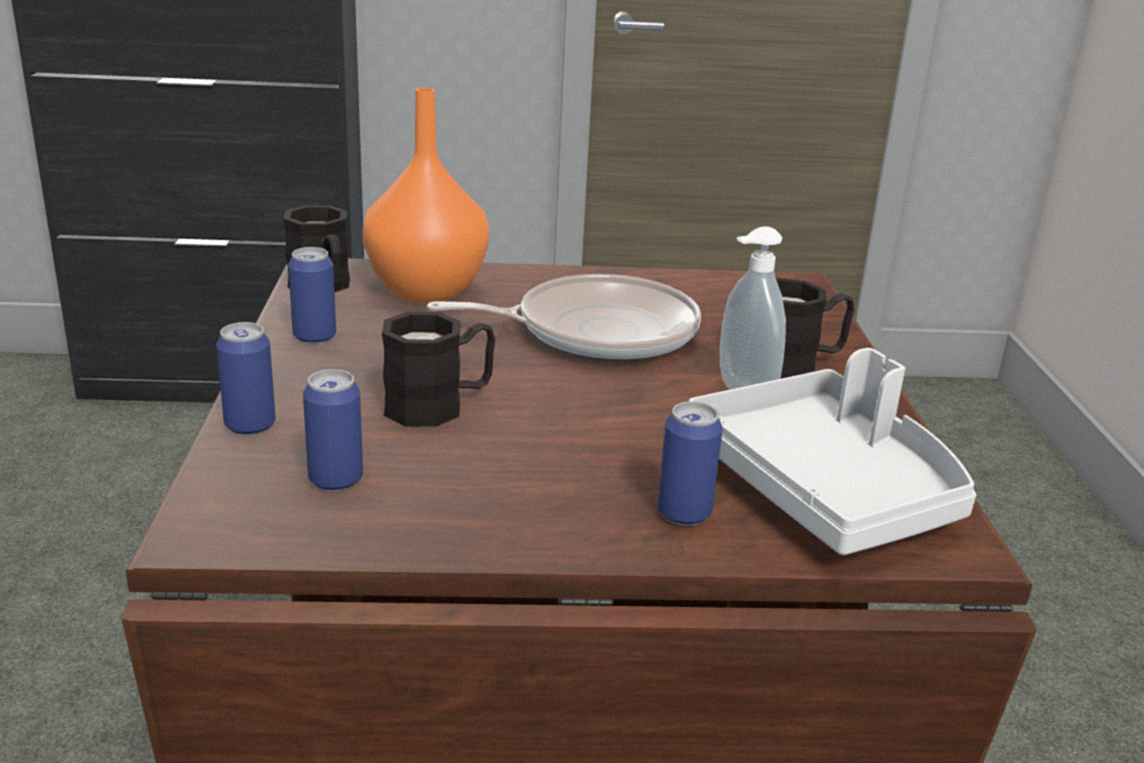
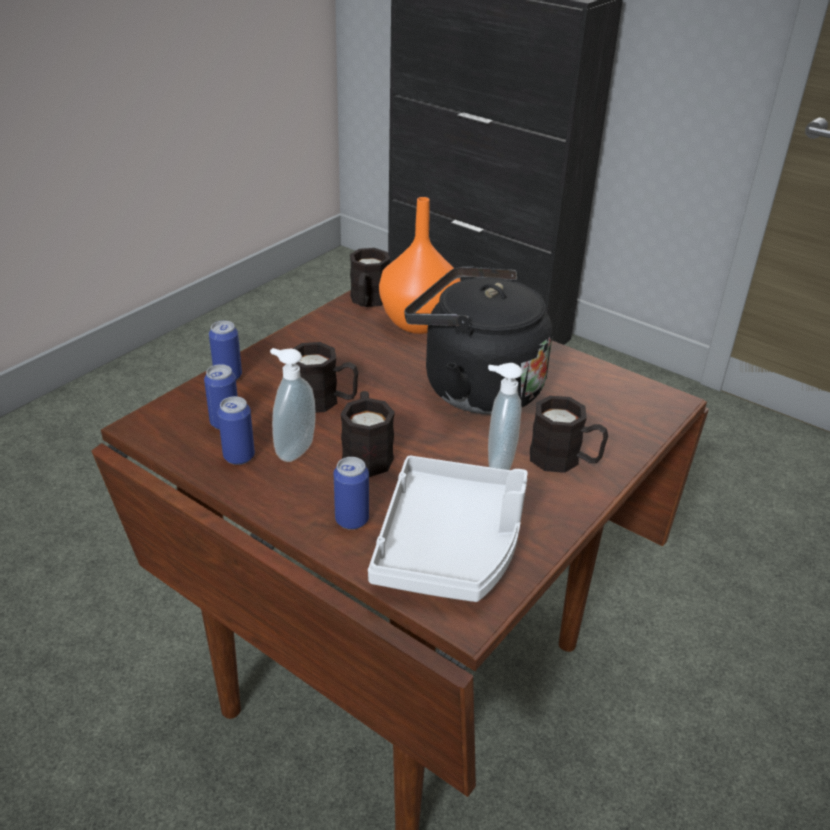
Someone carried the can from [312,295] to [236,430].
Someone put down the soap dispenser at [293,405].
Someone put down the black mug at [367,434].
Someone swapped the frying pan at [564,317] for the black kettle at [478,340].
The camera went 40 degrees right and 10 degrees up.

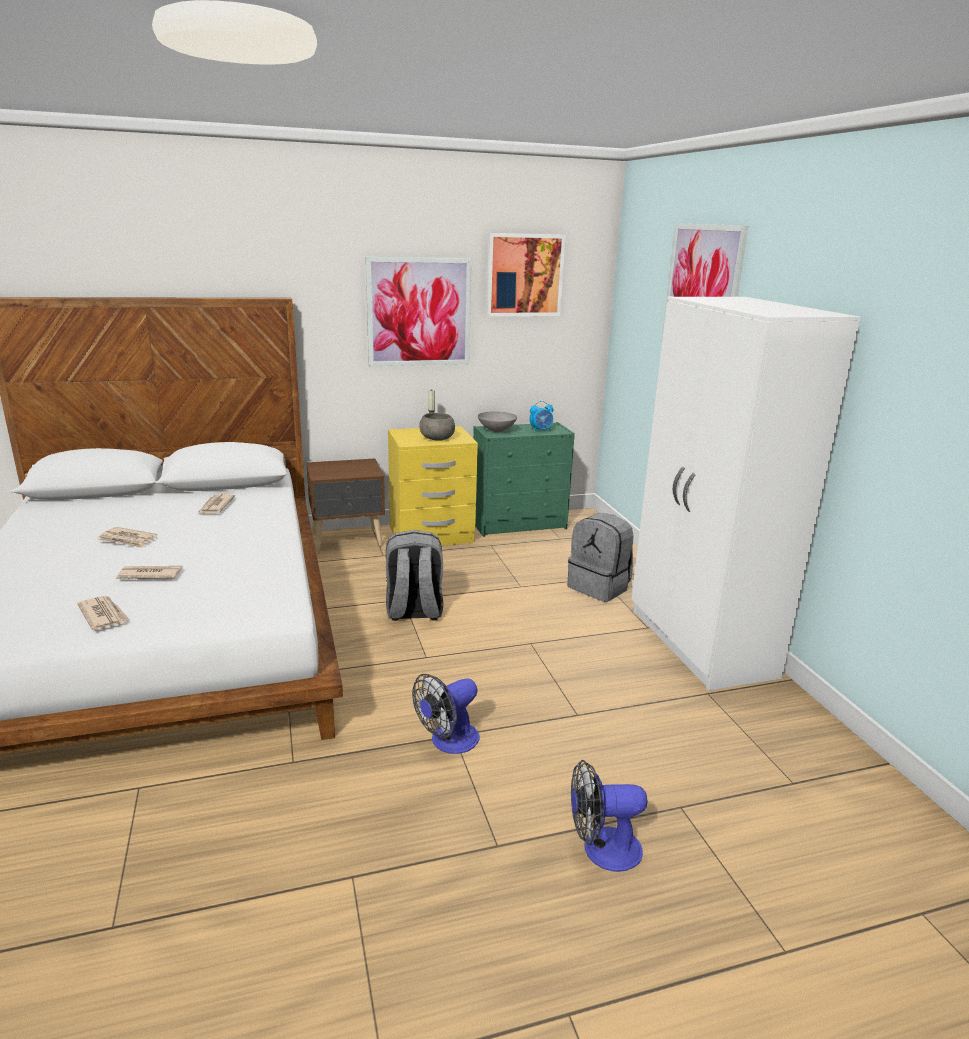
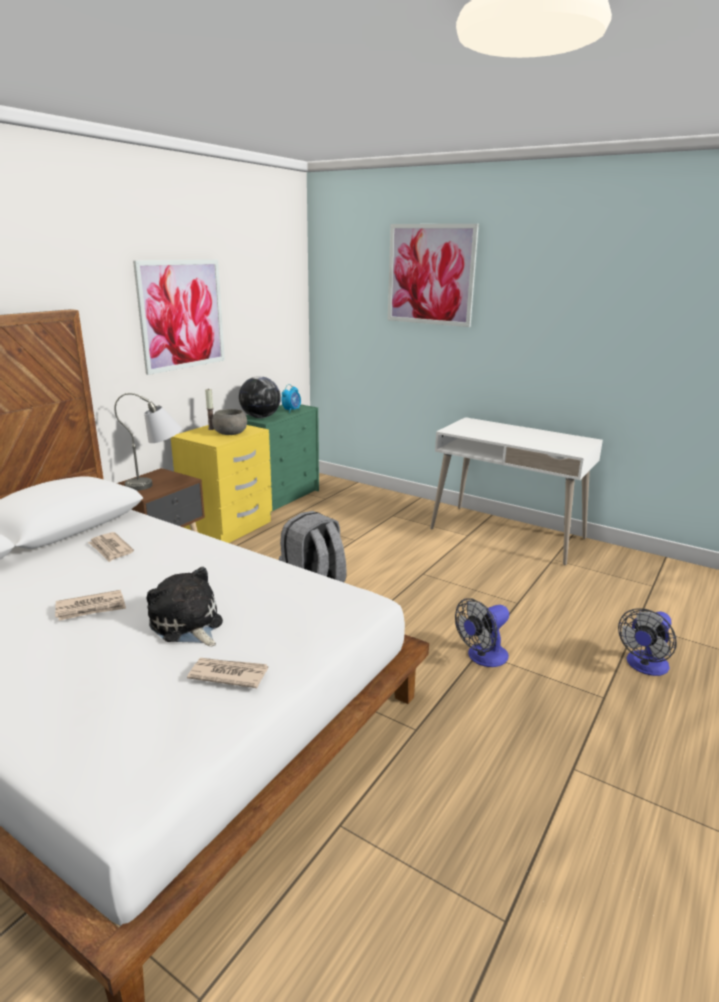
Someone put down the grey table lamp at [148,442].
Someone swapped the newspaper at [149,572] for the plush toy at [185,606].
Someone swapped the grey bowl at [497,421] for the globe at [260,397].
Someone swapped the white wardrobe at [746,494] for the white desk at [516,491].
Someone rotated the fan at [446,714] by 45 degrees clockwise.
Someone took away the picture at [526,275].
Someone took away the grey backpack at [601,557].
The camera went 40 degrees left and 0 degrees up.

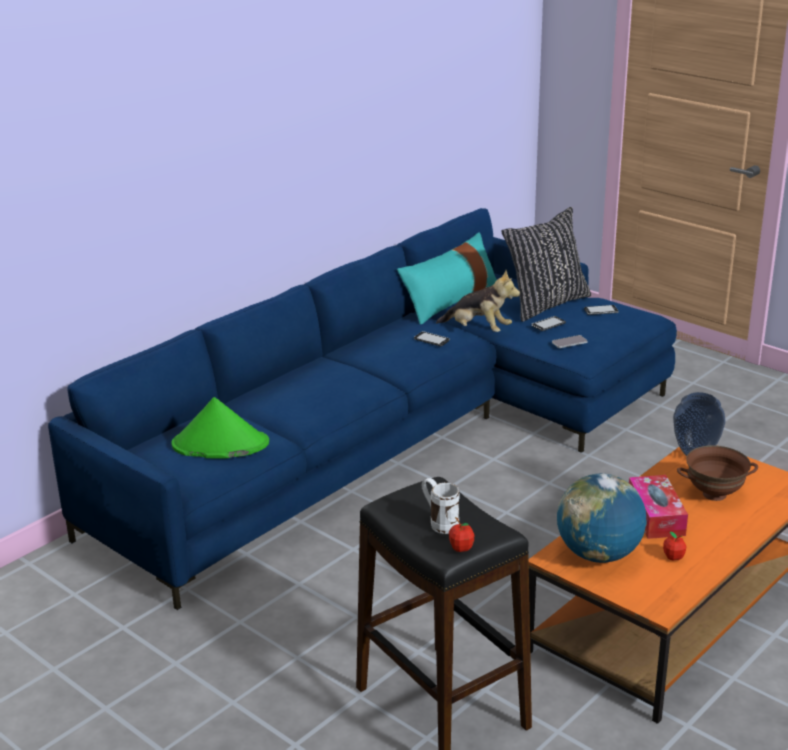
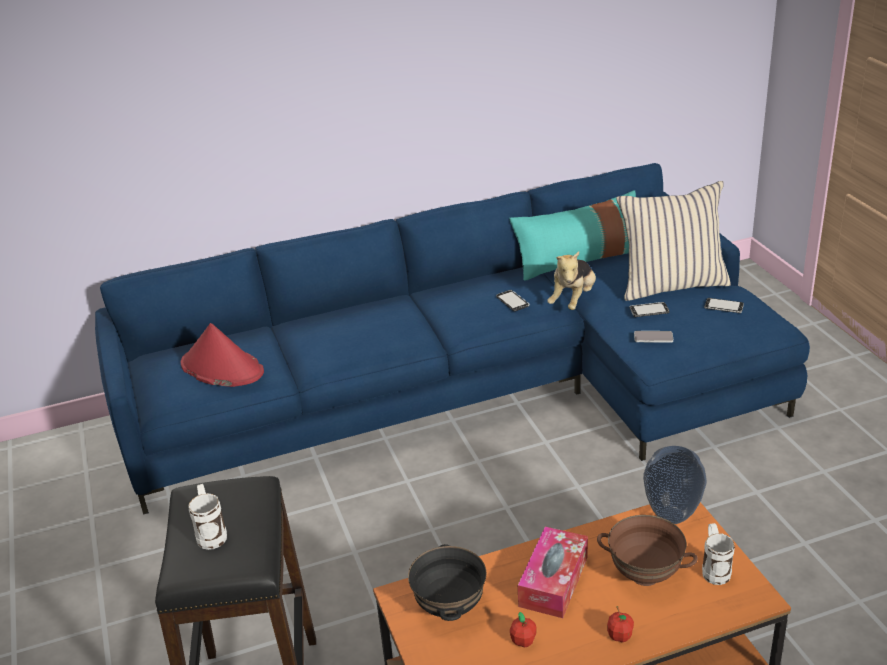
Someone repainted the green hat at [220,428], which became the red hat at [222,355].
Someone swapped the globe at [601,518] for the black bowl at [447,582].
Someone rotated the plush toy at [478,301] by 60 degrees clockwise.
Someone carried the apple from [461,534] to [620,624].
Someone repainted the black pillow at [546,264], which became the beige pillow at [673,241].
Someone put down the white mug at [718,554].
The camera went 30 degrees right and 5 degrees up.

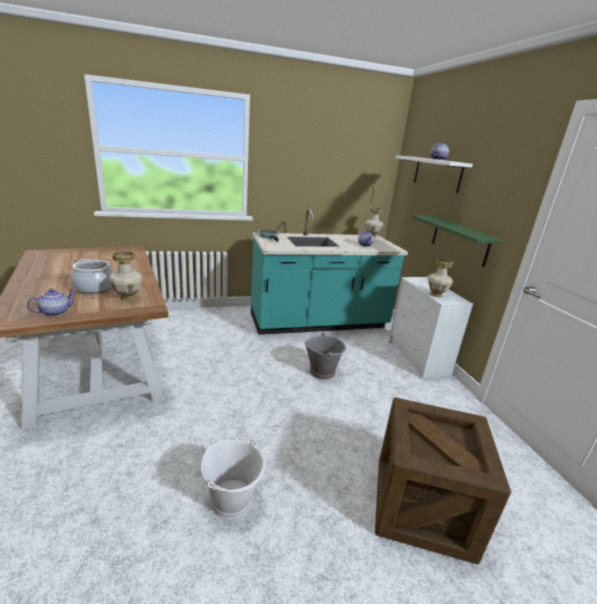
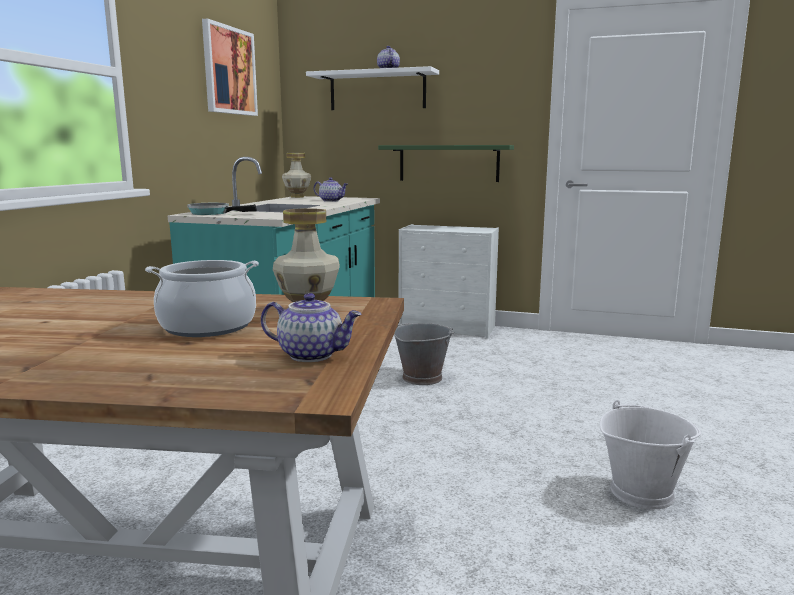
Someone put up the picture at [230,67].
Someone rotated the teapot at [51,302] by 120 degrees clockwise.
Someone took away the crate at [443,480].
Someone took away the vase at [440,277].
The camera went 55 degrees left and 10 degrees down.

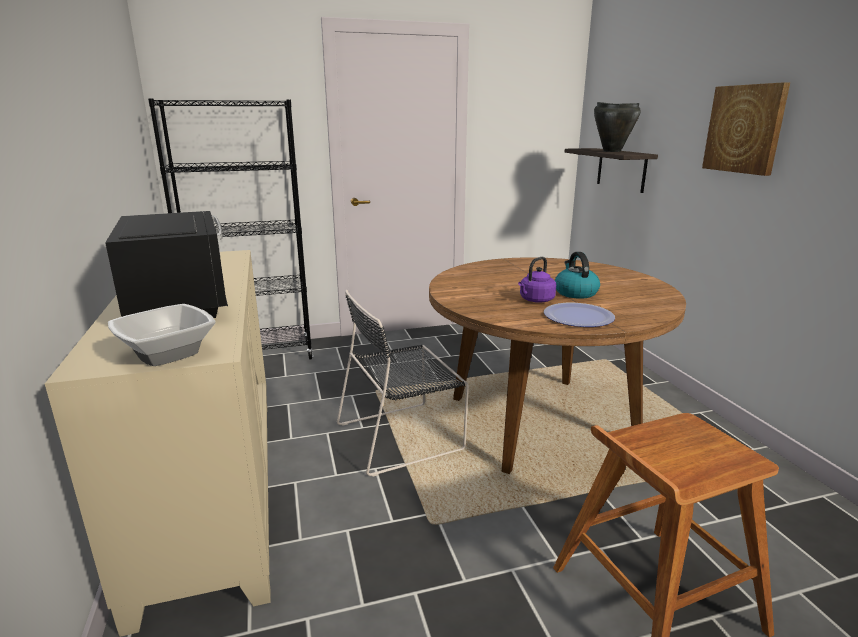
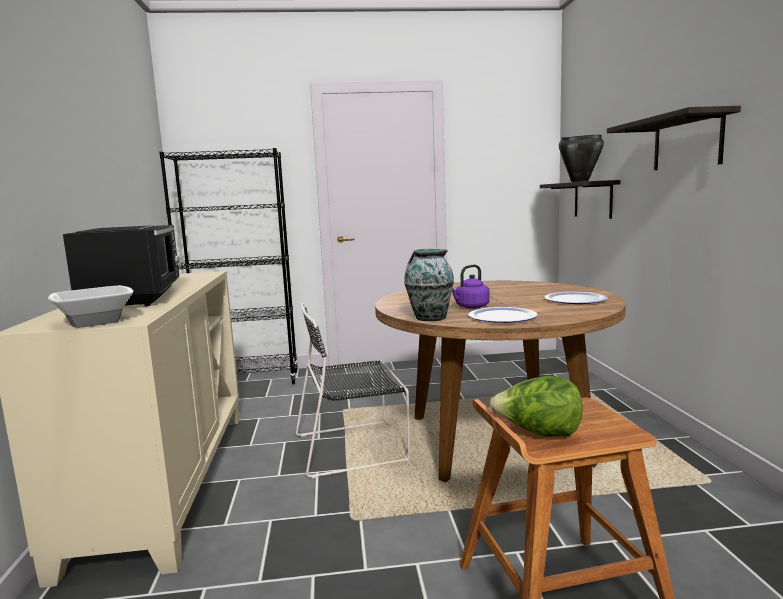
Someone put down the vase at [429,285].
Someone put down the lettuce at [536,406].
Someone put down the plate at [576,298].
Someone swapped the picture at [746,129] for the shelf at [674,138].
Someone took away the kettle at [577,275].
The camera went 10 degrees right and 10 degrees down.

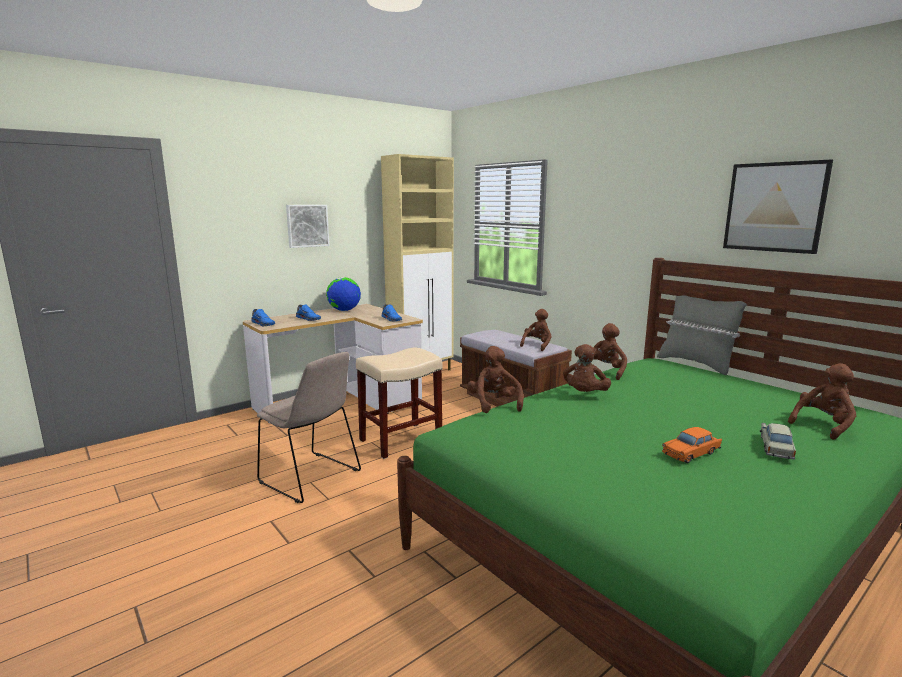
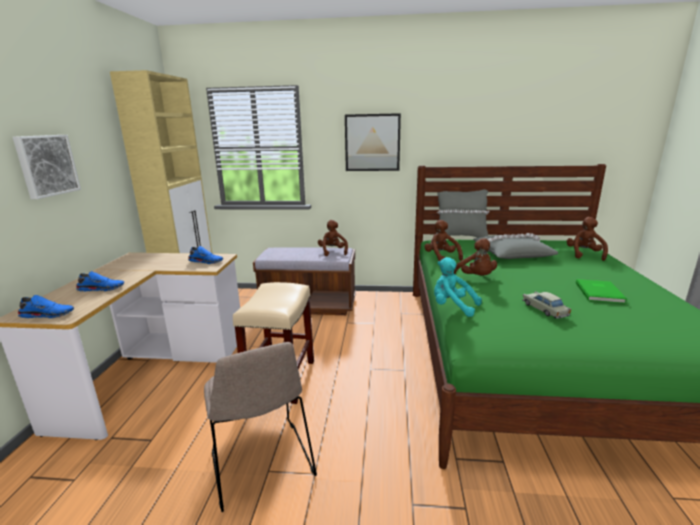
Someone rotated the beige chair at [309,427] by 75 degrees clockwise.
Someone carried the picture from [778,206] to [373,142].
Someone repainted the brown plush toy at [495,379], which became the turquoise plush toy at [458,287].
Someone put down the grey pillow at [515,246].
Someone carried the beige toy car from [778,441] to [547,305].
Someone swapped the orange toy car at [692,445] for the green book at [601,291].
Someone took away the globe at [343,294].
The camera went 45 degrees left and 5 degrees up.

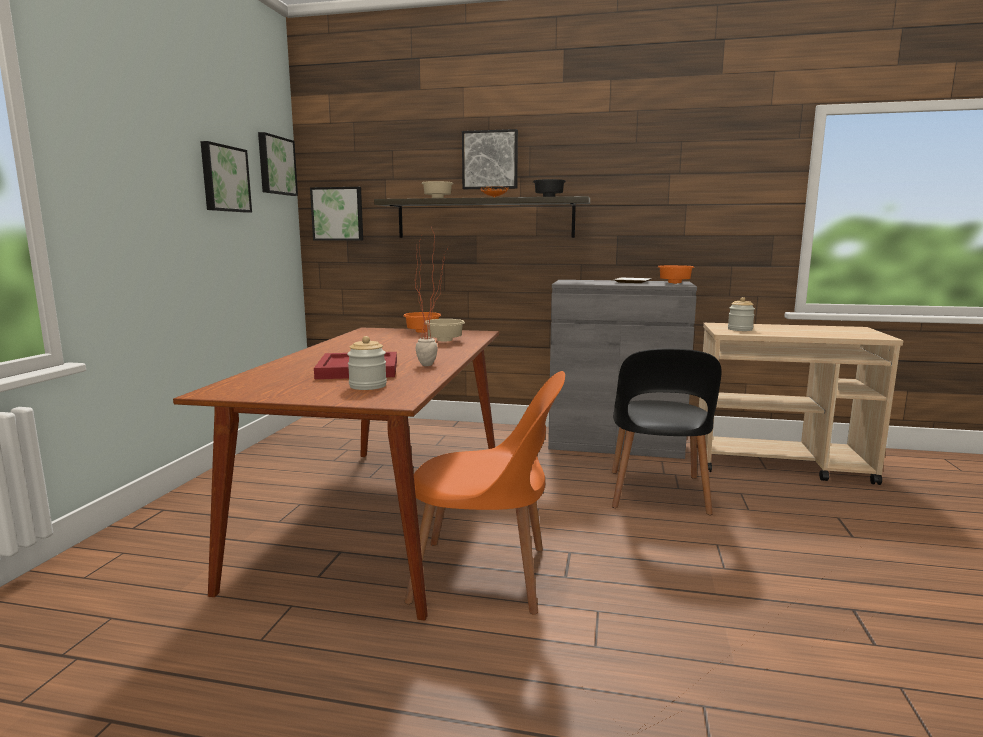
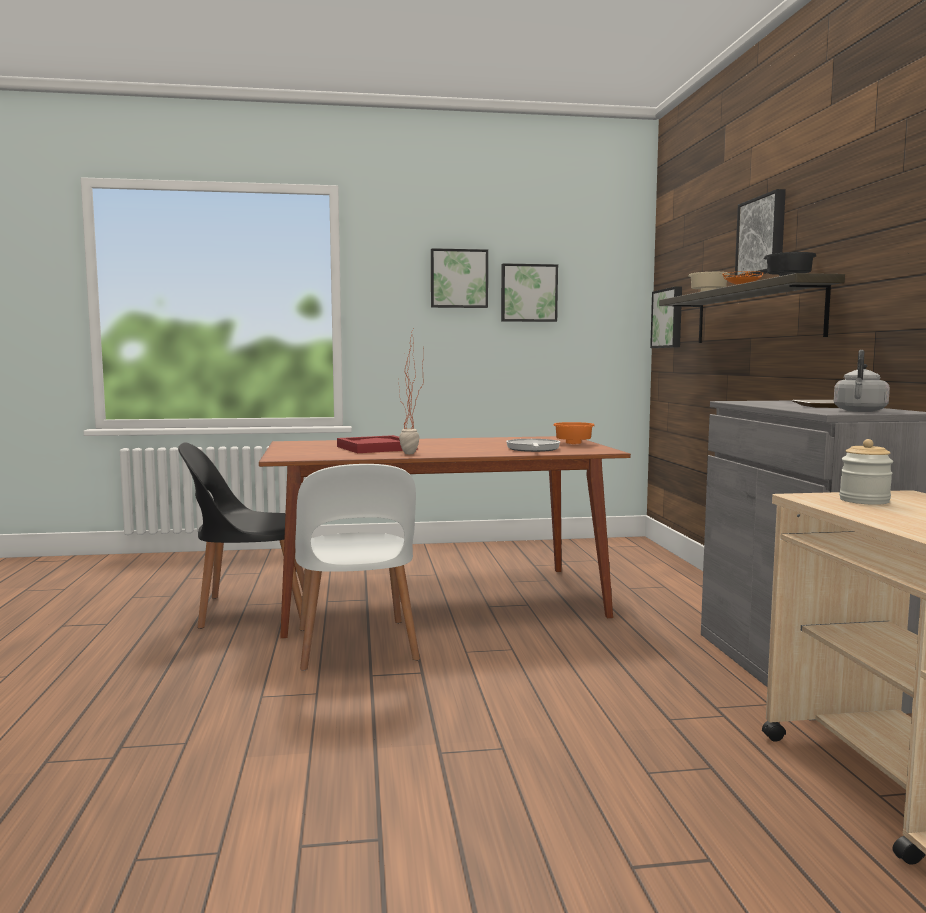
Someone carried the black chair from [667,431] to [241,536].
Someone repainted the orange chair at [485,493], which became the white chair at [357,567].
Someone carried the picture from [278,164] to [459,278].
Someone swapped the beige bowl at [445,330] for the frying pan at [533,445].
Someone swapped the orange bowl at [676,274] for the grey kettle at [862,381].
Someone took away the jar at [367,363].
The camera went 70 degrees right and 5 degrees down.

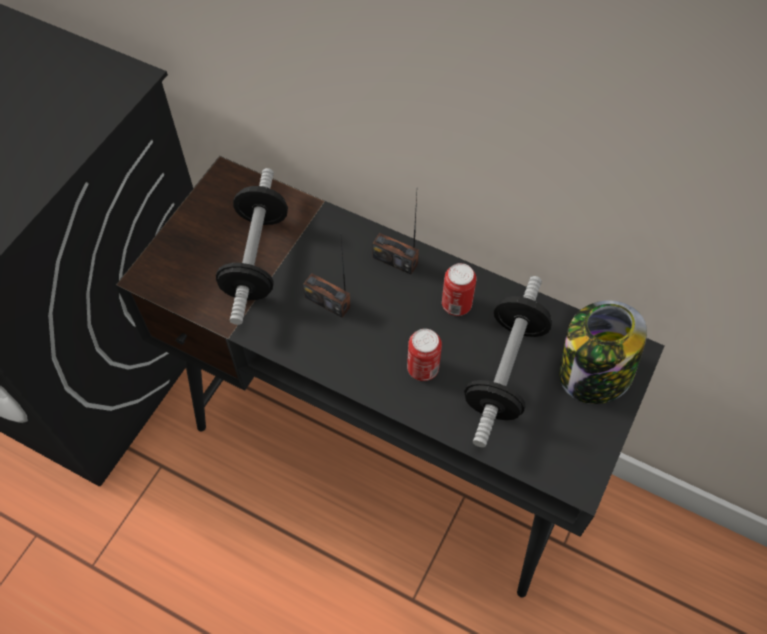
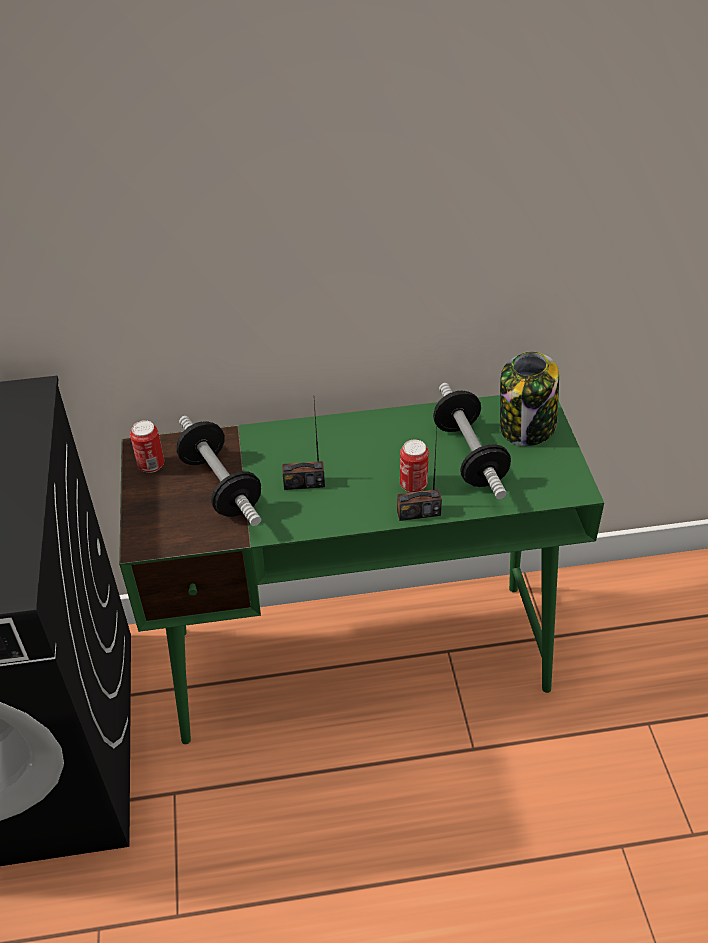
Someone repainted the black desk at [390,377], which became the green desk at [361,569].
Someone carried the can from [459,289] to [147,446].
Someone carried the radio from [395,234] to [419,474].
The camera went 35 degrees left and 15 degrees down.

